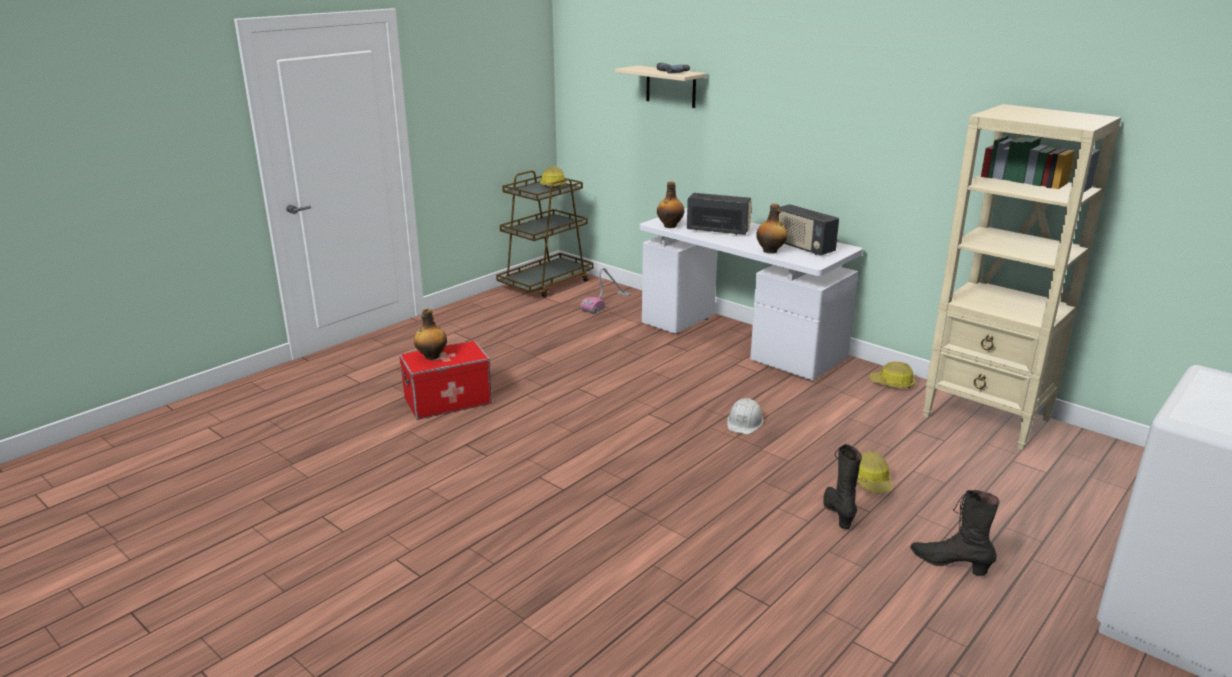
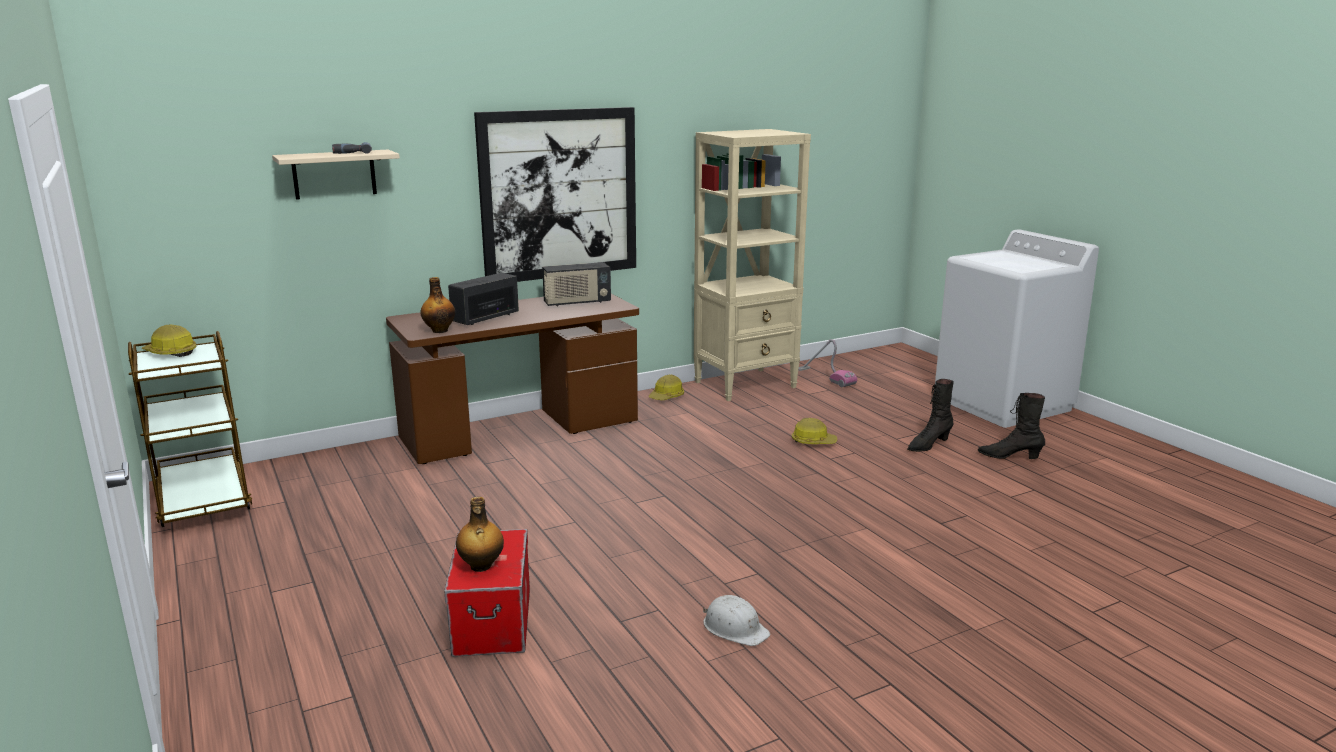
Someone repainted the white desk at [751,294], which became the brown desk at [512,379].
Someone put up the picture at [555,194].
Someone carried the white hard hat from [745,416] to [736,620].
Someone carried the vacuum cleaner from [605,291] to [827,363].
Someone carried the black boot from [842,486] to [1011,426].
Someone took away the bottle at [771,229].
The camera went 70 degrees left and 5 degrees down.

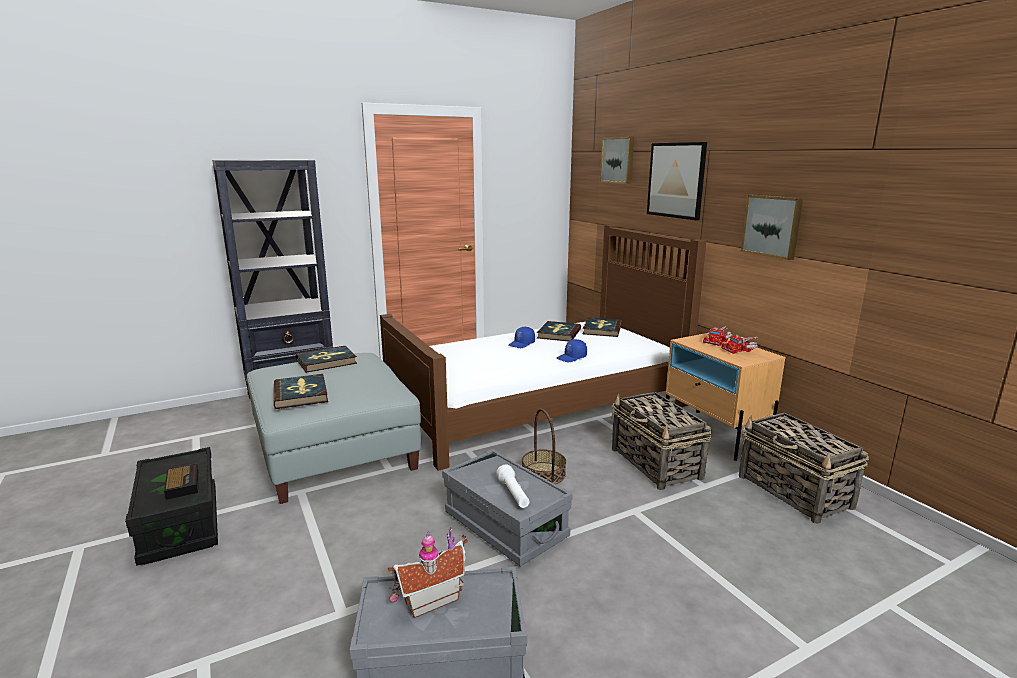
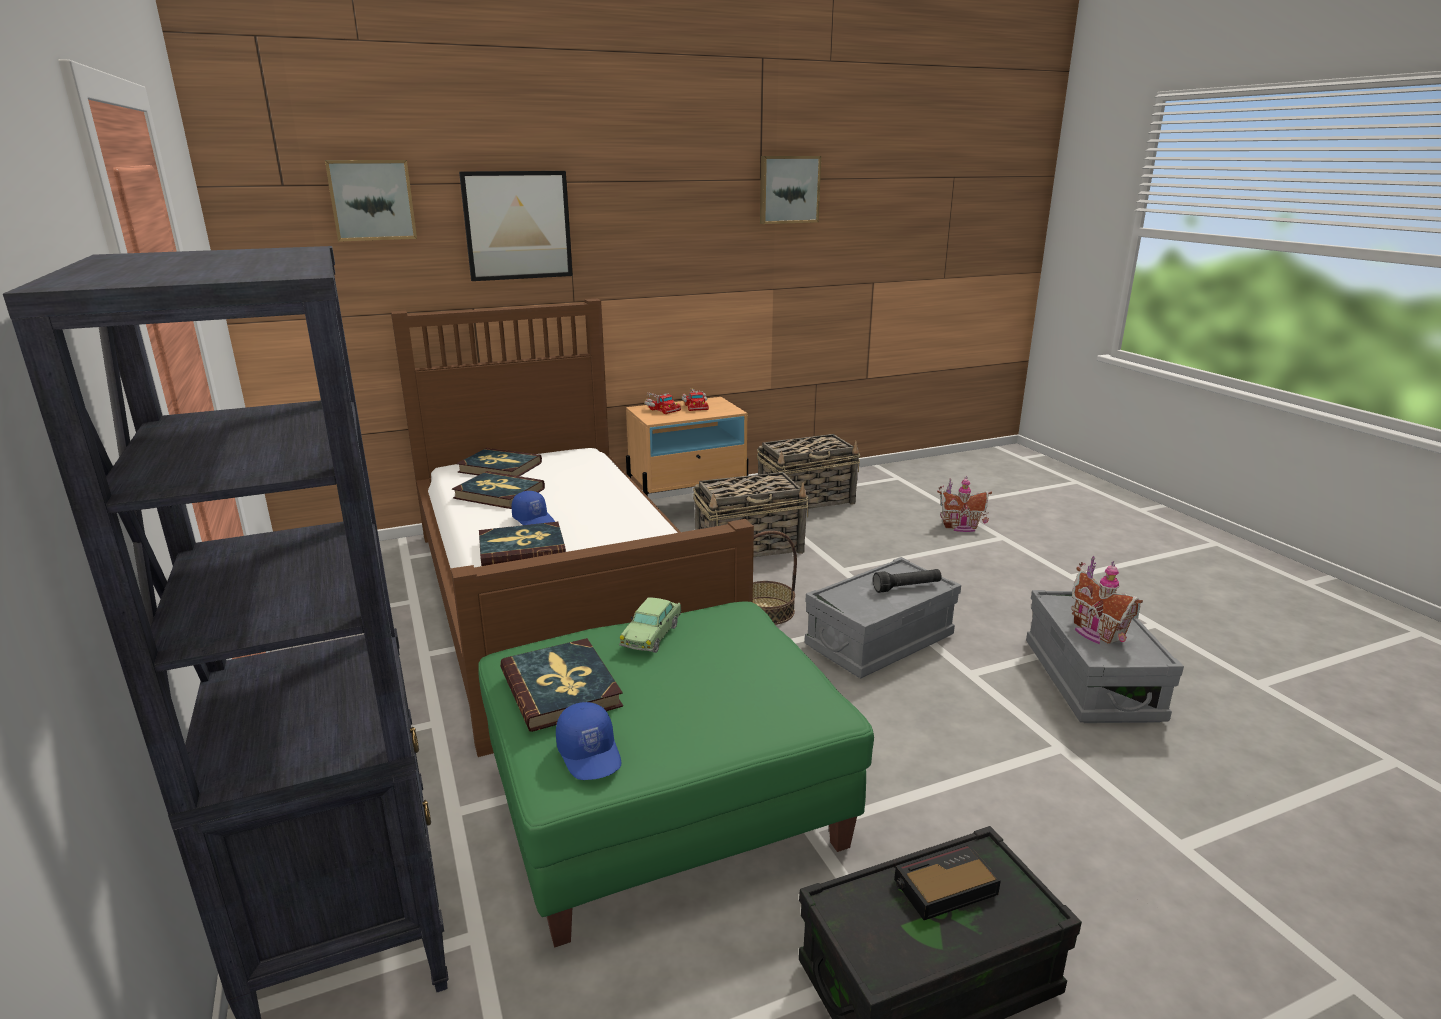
Someone repainted the grey ottoman at [334,428], which became the green ottoman at [676,774].
Someone carried the book from [301,391] to [522,544].
Someone carried the blue cap from [572,350] to [588,741].
Someone put down the toy car at [650,625].
Someone carried the picture from [772,227] to [790,190].
Someone repainted the white flashlight at [513,486], which became the black flashlight at [907,581].
Someone put down the toy house at [964,504].
The camera went 85 degrees left and 5 degrees up.

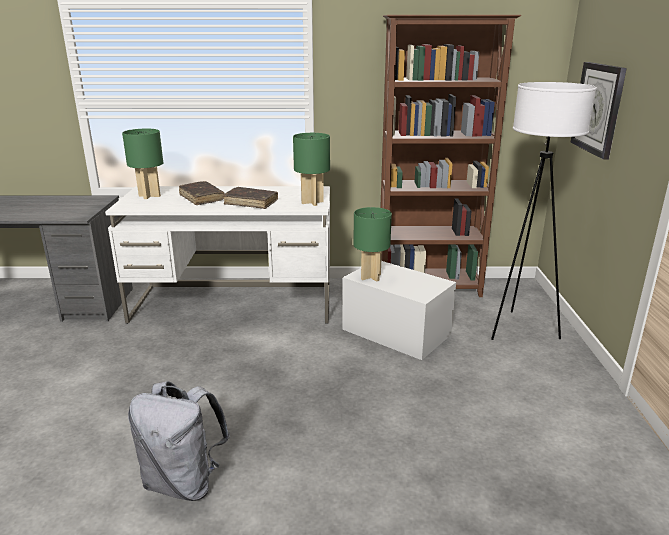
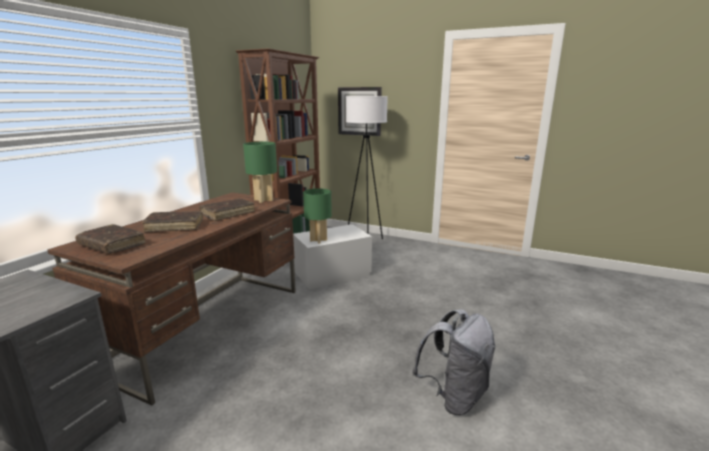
Someone repainted the white desk at [217,255], which became the brown desk at [172,299].
Someone swapped the green table lamp at [142,164] for the brown book at [110,239].
The camera went 65 degrees left and 5 degrees down.

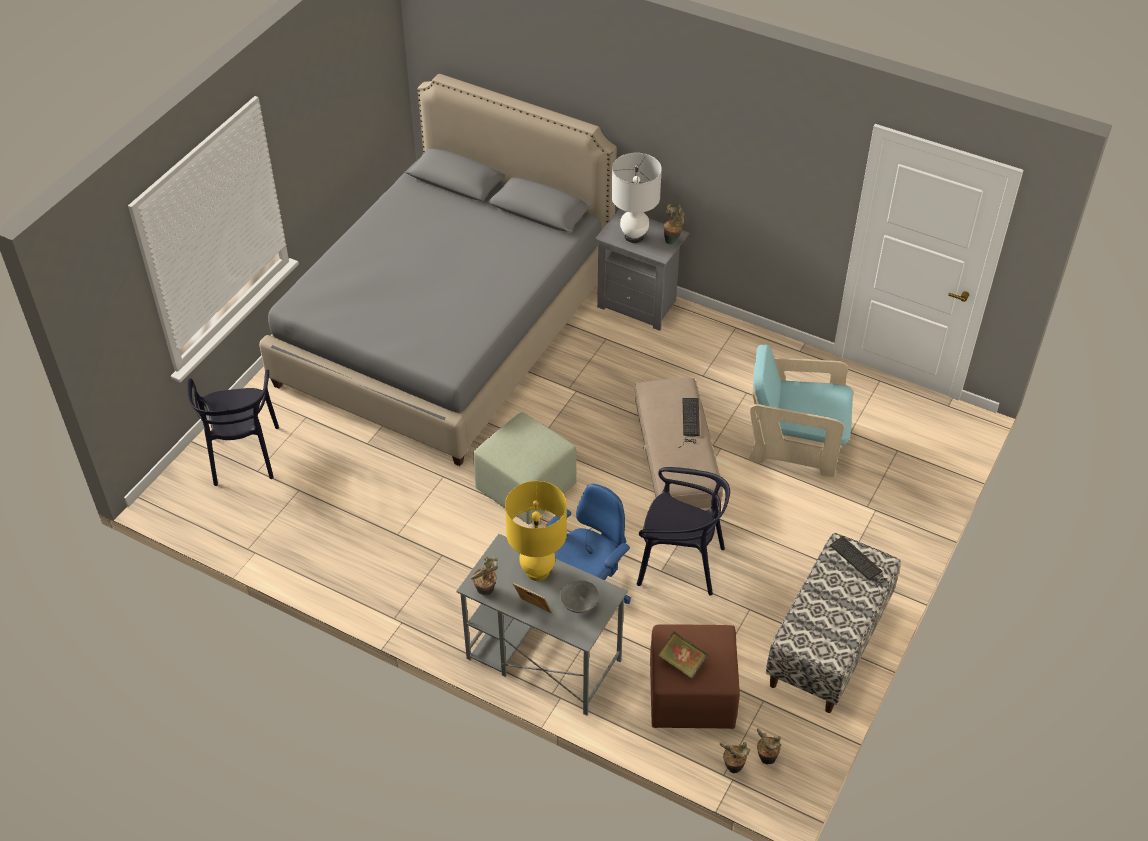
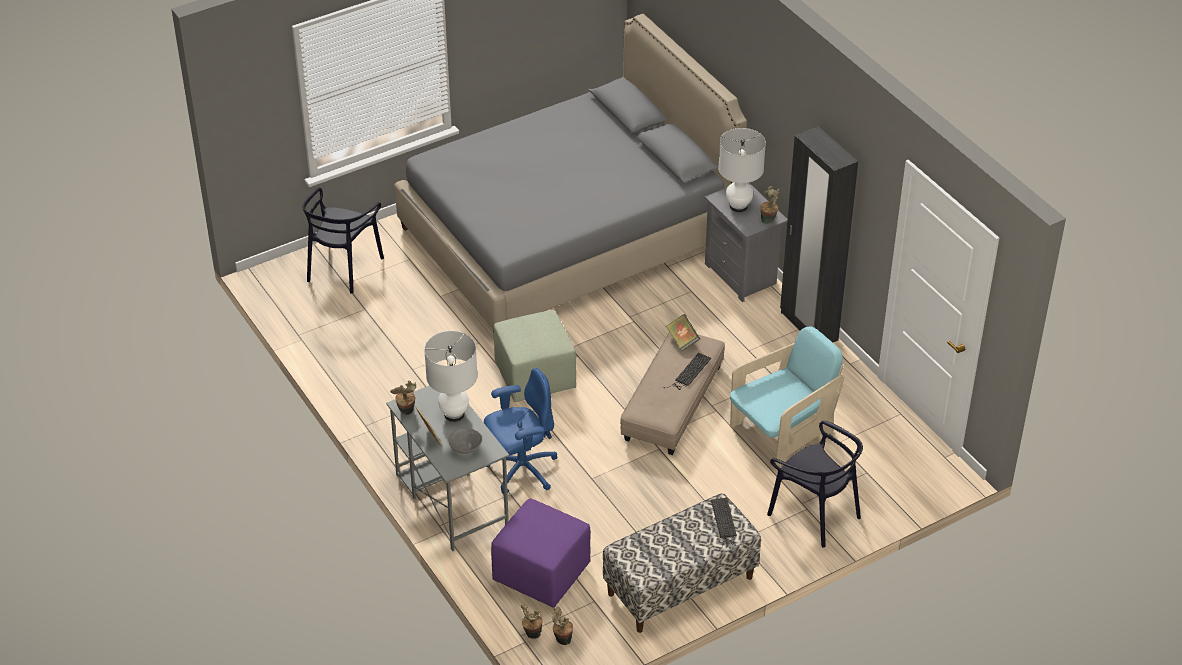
Someone repainted the yellow table lamp at [536,531], which became the white table lamp at [450,376].
Someone repainted the brown ottoman at [695,676], which became the purple ottoman at [541,553].
Someone carried the book from [683,655] to [683,332].
Someone rotated the turquoise armchair at [801,411] by 105 degrees clockwise.
Someone carried the black chair from [683,531] to [815,484].
Someone put down the black wardrobe at [819,234].
The camera went 30 degrees right and 5 degrees down.

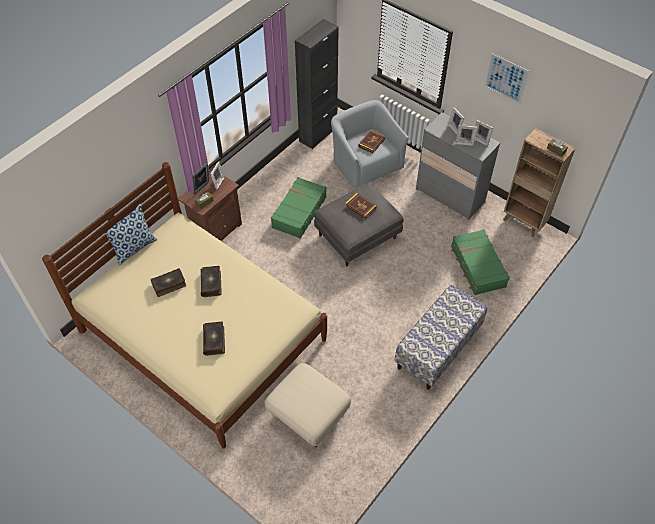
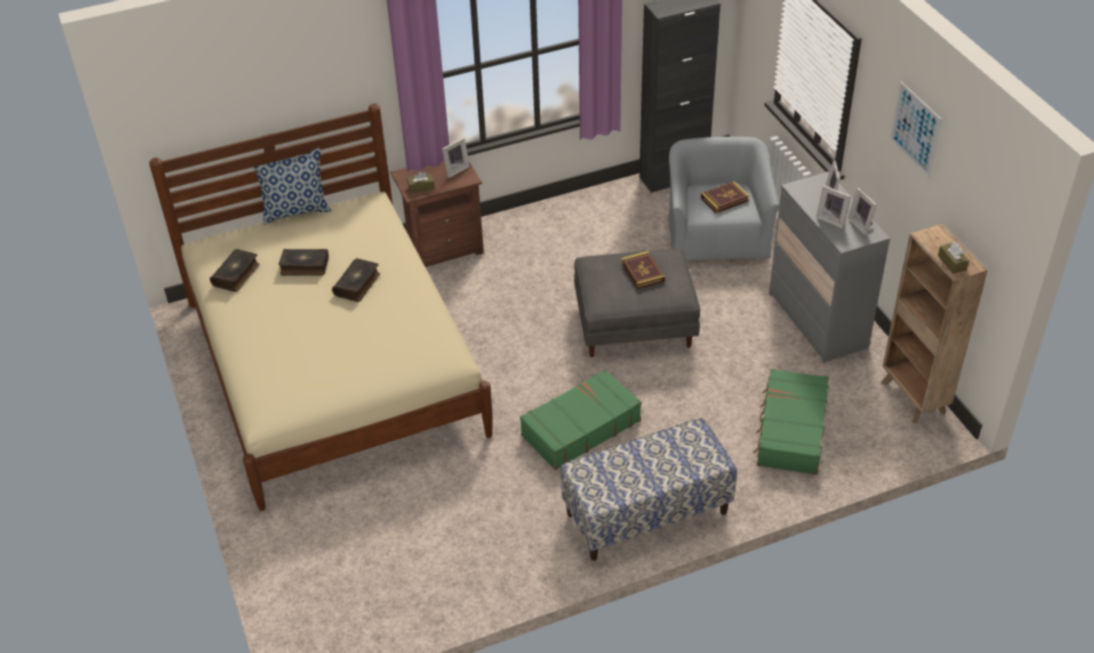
Someone carried the book from [214,339] to [235,270].
Someone carried the green suitcase from [299,208] to [580,419].
Someone took away the picture frame at [200,178].
Someone took away the beige ottoman at [307,405].
The camera went 30 degrees right and 10 degrees down.

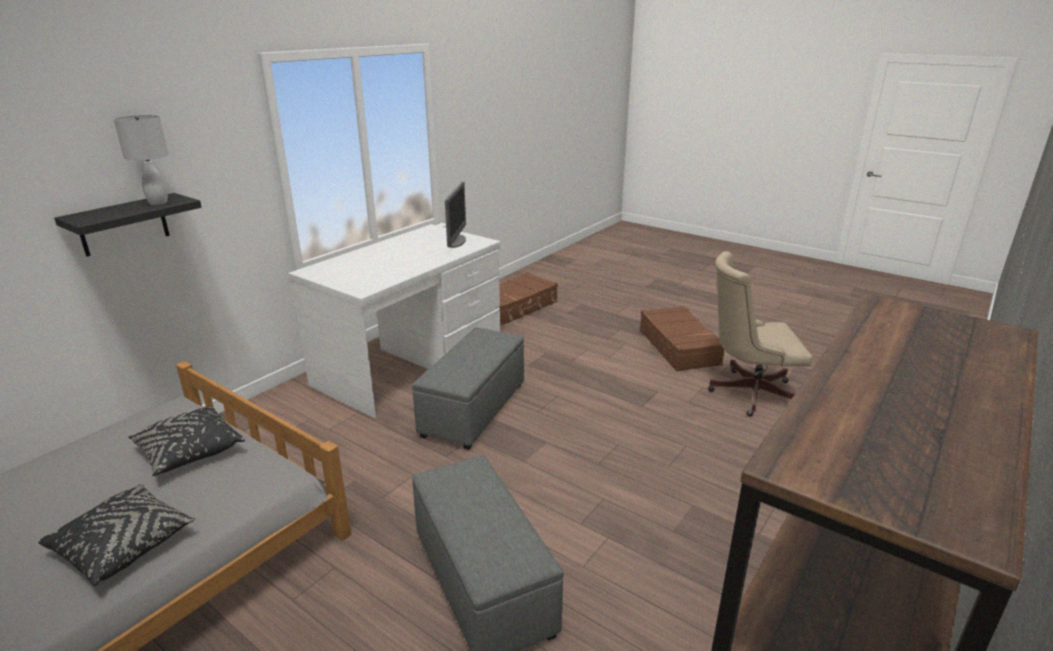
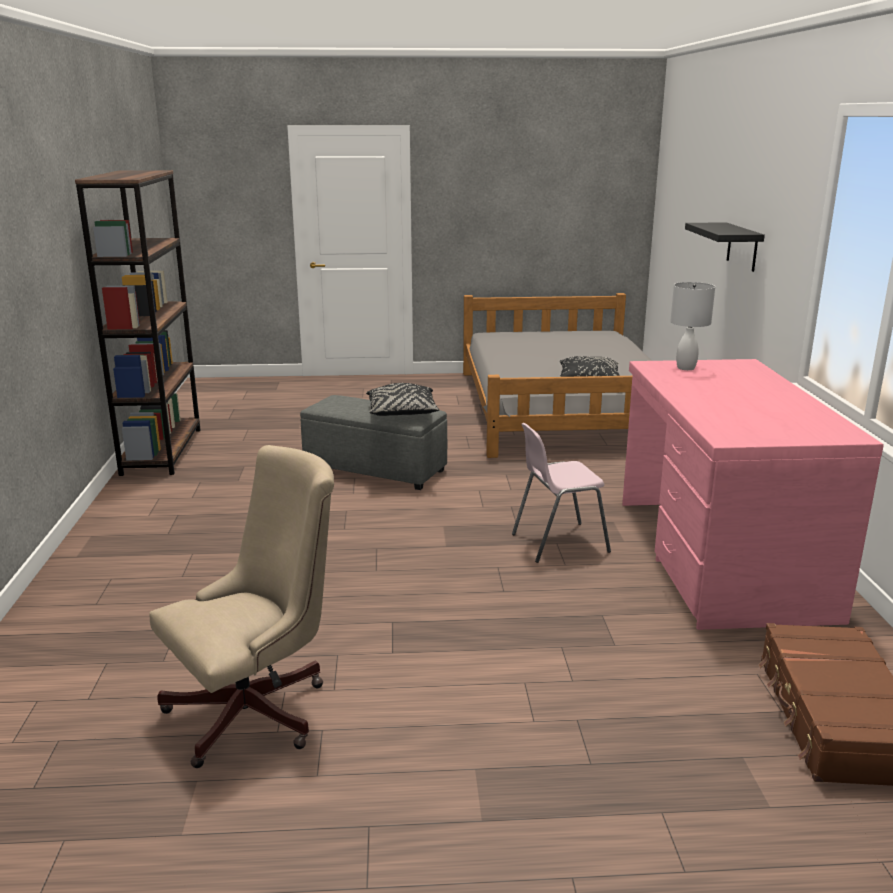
Someone carried the black pillow from [116,534] to [402,399].
Someone swapped the grey ottoman at [468,388] for the pink chair at [561,493].
Someone repainted the white desk at [394,321], which became the pink desk at [753,494].
Someone carried the white table lamp from [141,160] to [692,326].
Someone took away the monitor at [455,215].
Someone took away the brown suitcase at [682,338].
The camera went 140 degrees right and 5 degrees down.

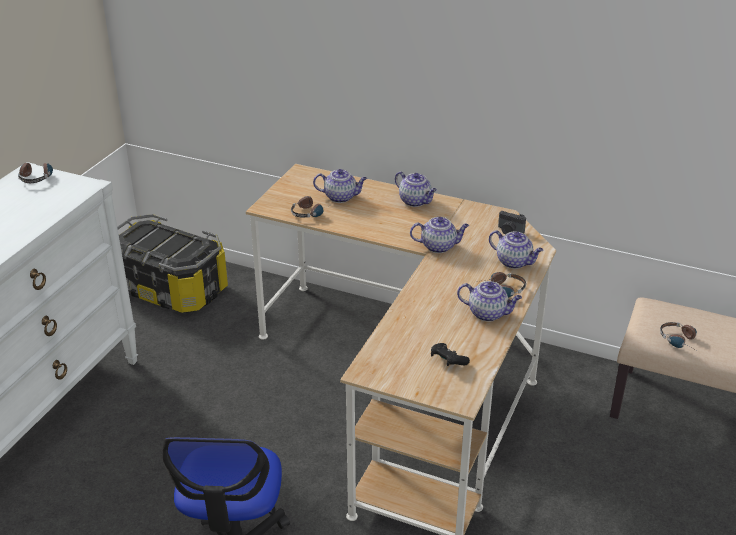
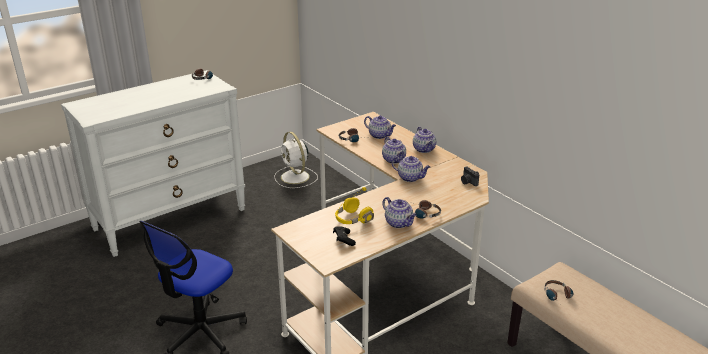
Someone swapped the storage box at [172,263] for the white fan at [296,160].
Someone put down the yellow headphones at [354,205].
Someone carried the teapot from [516,249] to [394,150].
The camera went 30 degrees right and 5 degrees down.

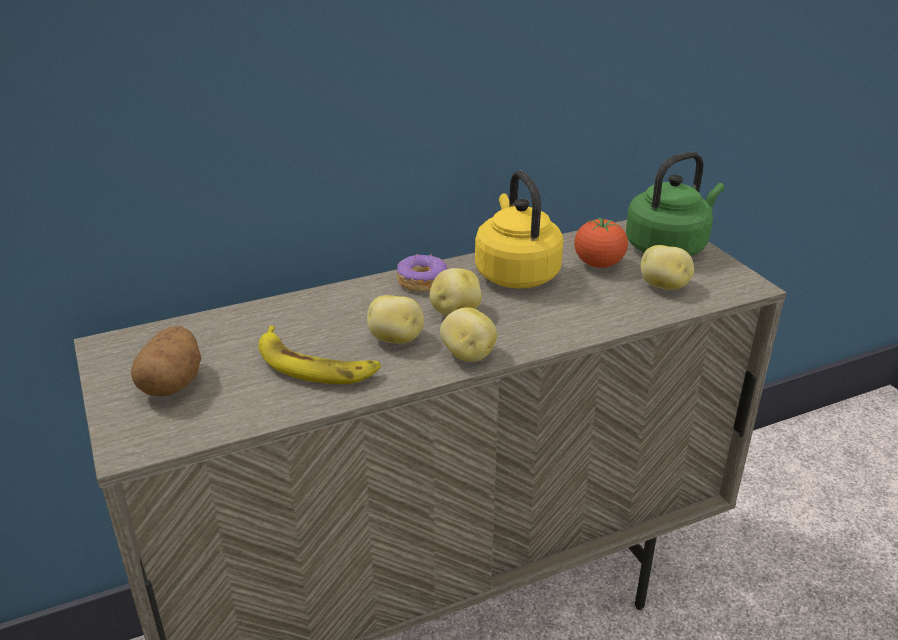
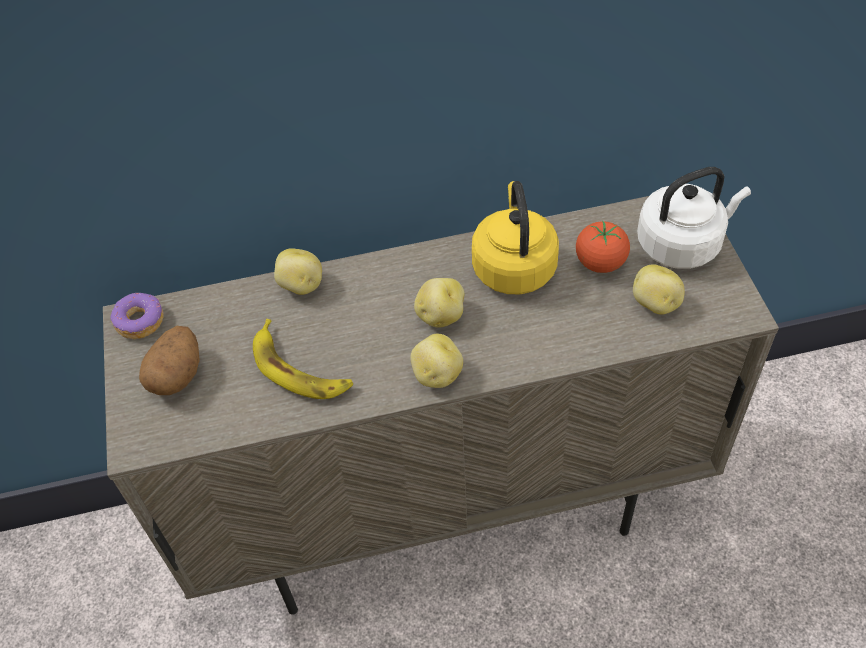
Someone carried the donut from [421,273] to [137,315].
Someone carried the potato from [395,319] to [298,271].
Someone repainted the green kettle at [675,203], which became the white kettle at [694,218].
The camera went 15 degrees right and 20 degrees up.

